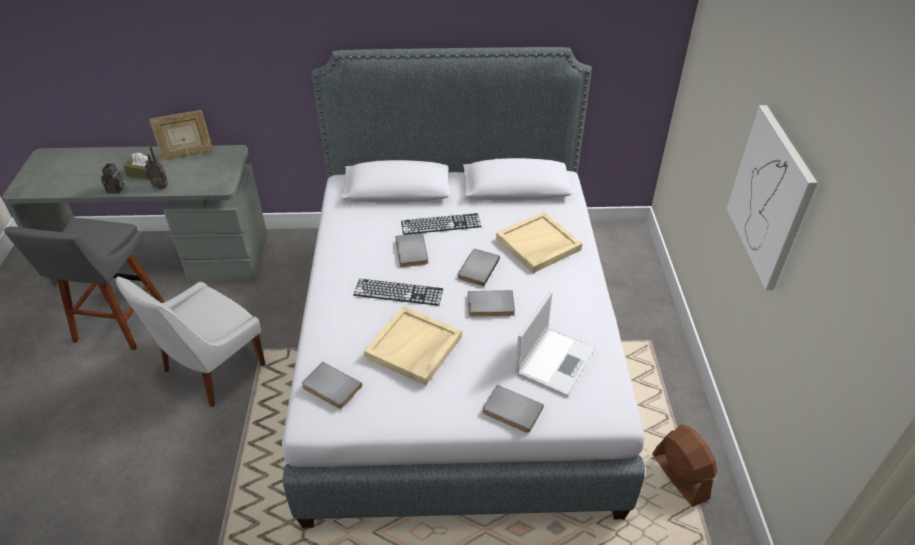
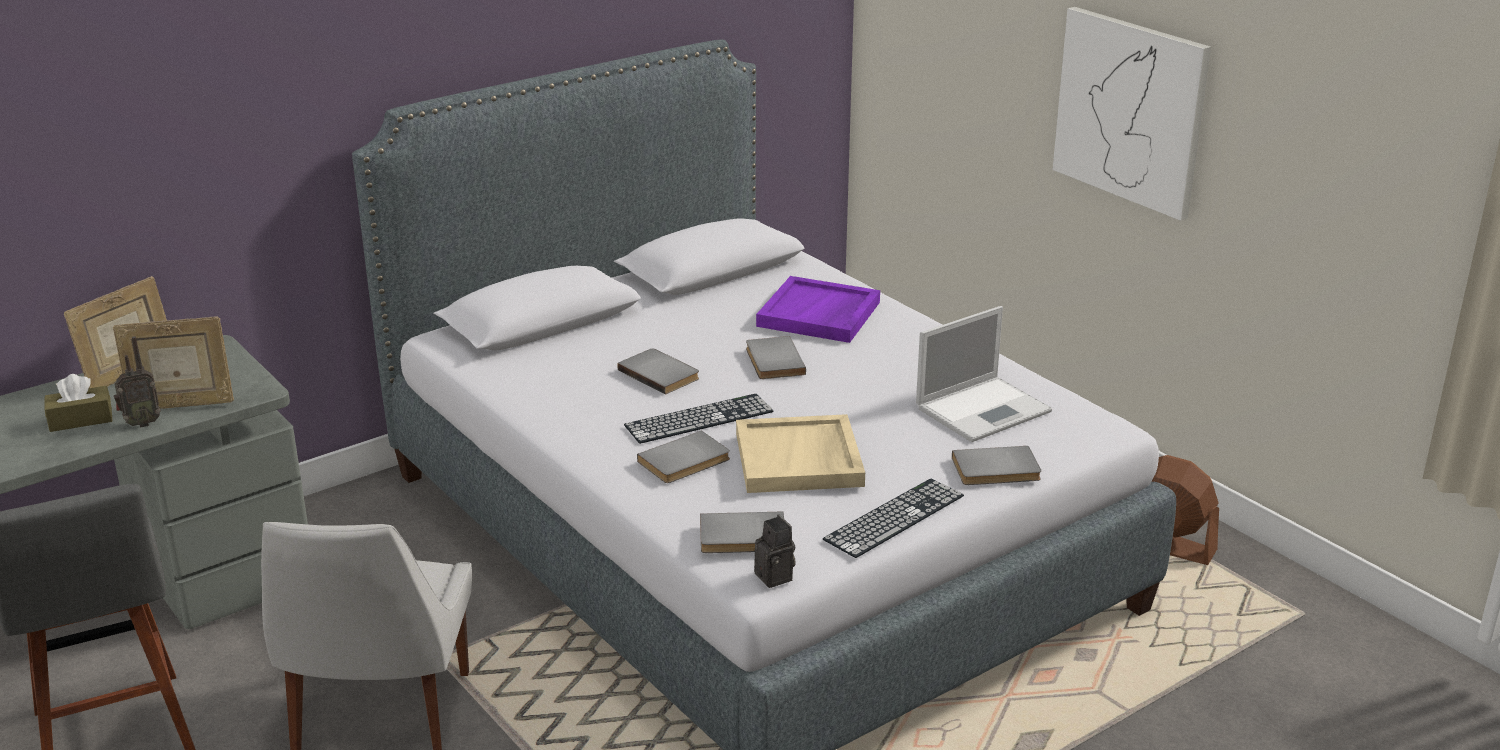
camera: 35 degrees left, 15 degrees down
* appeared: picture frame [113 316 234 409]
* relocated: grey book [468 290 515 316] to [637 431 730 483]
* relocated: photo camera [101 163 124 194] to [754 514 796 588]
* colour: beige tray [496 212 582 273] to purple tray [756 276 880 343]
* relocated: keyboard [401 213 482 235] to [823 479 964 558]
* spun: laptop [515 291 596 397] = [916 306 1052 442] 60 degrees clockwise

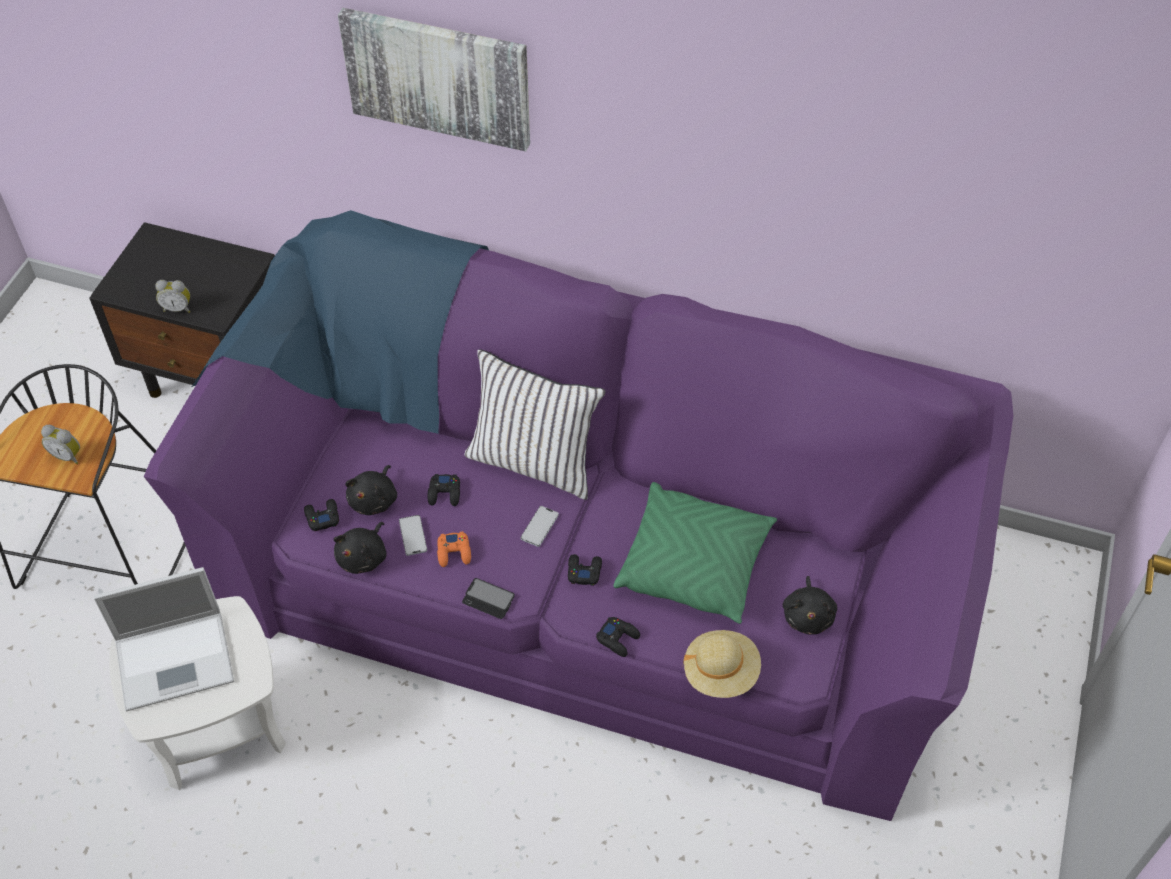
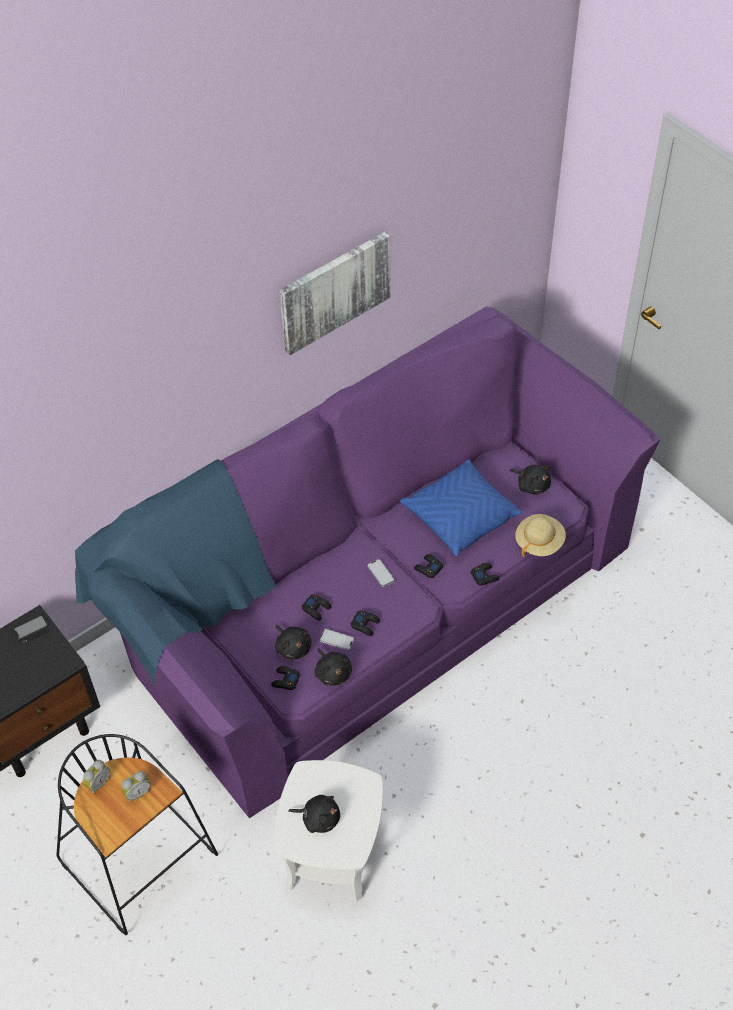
camera: 55 degrees left, 0 degrees up
* relocated: phone [462 578 515 619] to [13 615 50 645]
* relocated: alarm clock [155 280 190 313] to [83 760 110 794]
* relocated: picture [338 8 530 151] to [279 232 391 355]
* exchanged: laptop [94 567 234 711] to black plush toy [288 795 340 833]
* colour: orange game controller [437 532 471 567] to black game controller [351 611 380 636]
* colour: green pillow [614 482 777 624] to blue pillow [400 459 523 556]
* missing: white pillow [465 349 606 500]

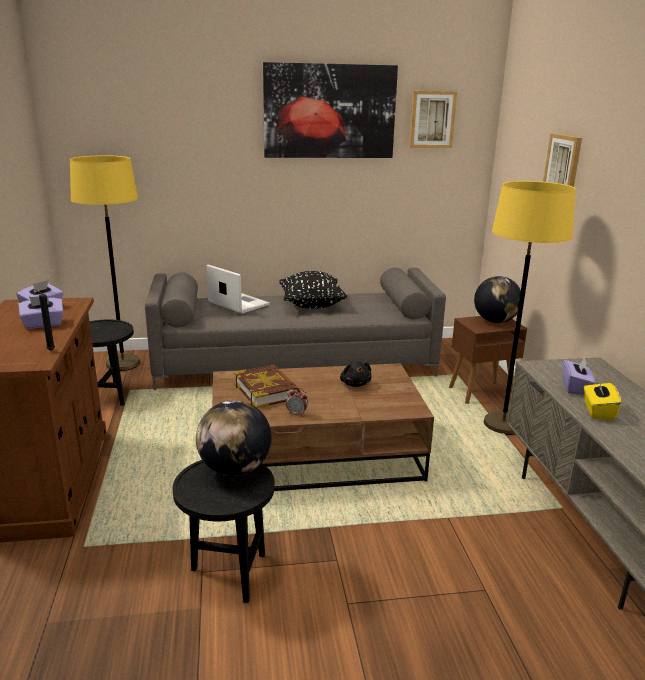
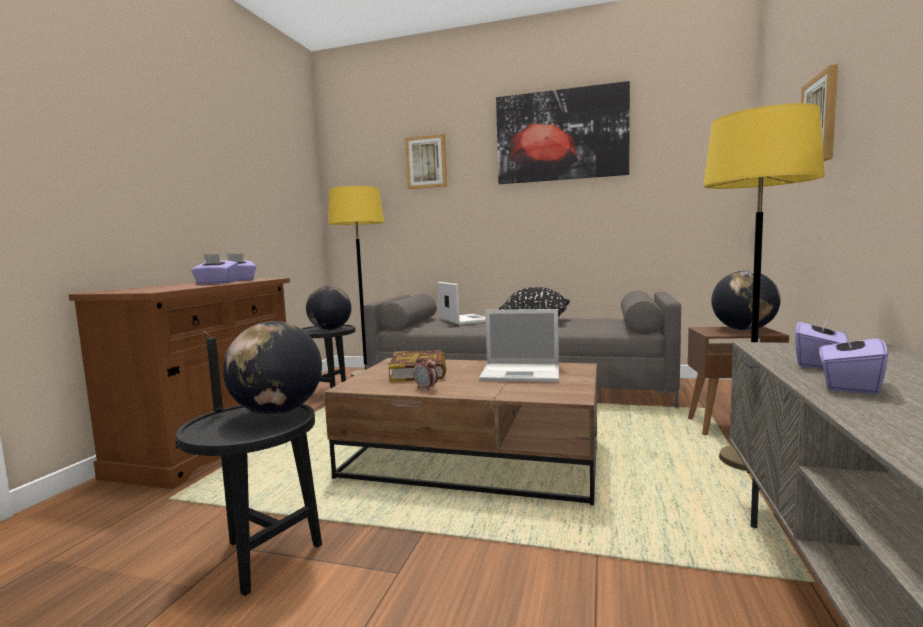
camera: 25 degrees right, 15 degrees down
* relocated: black candle [34 289 55 351] to [202 330 224 413]
* appeared: globe [306 286 351 330]
* relocated: picture [409 91 457 148] to [405 134 447 189]
* exchanged: black plush toy [340 361 372 387] to laptop [479 309 559 382]
* colour: yellow tissue box [584 380 621 420] to purple tissue box [819 322 888 395]

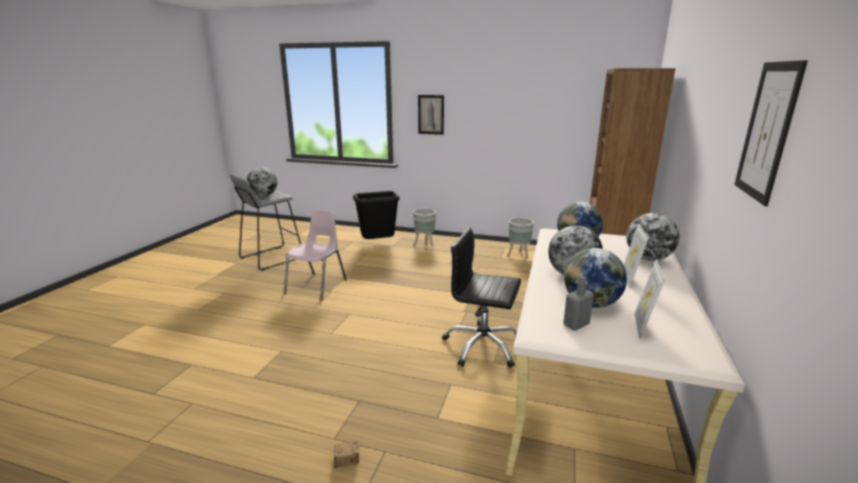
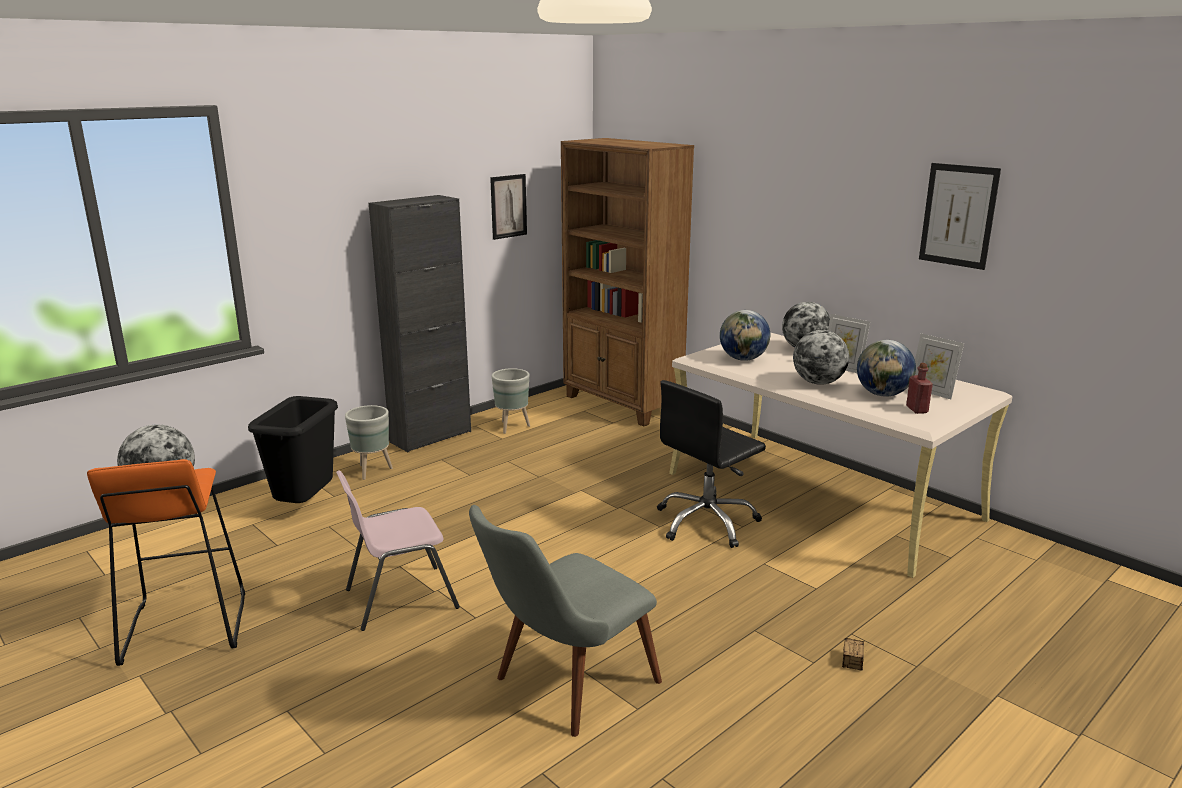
camera: 60 degrees left, 0 degrees up
* colour: grey stool [230 175 301 270] to orange stool [87 459 245 666]
* spun: pink chair [284 209 347 301] = [336 470 460 631] 75 degrees counterclockwise
* appeared: black cabinet [369 195 471 452]
* appeared: grey chair [469 505 662 737]
* relocated: picture [418 95 444 135] to [490 174 527 240]
* colour: grey bottle [563 276 594 331] to red bottle [906 363 933 414]

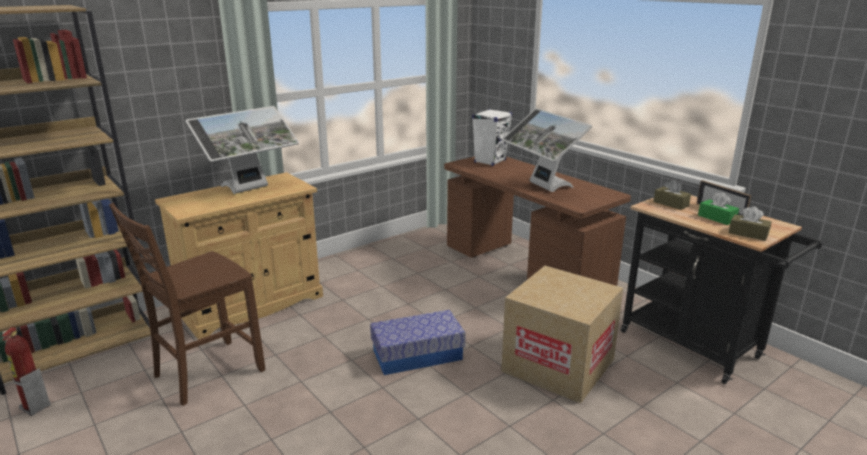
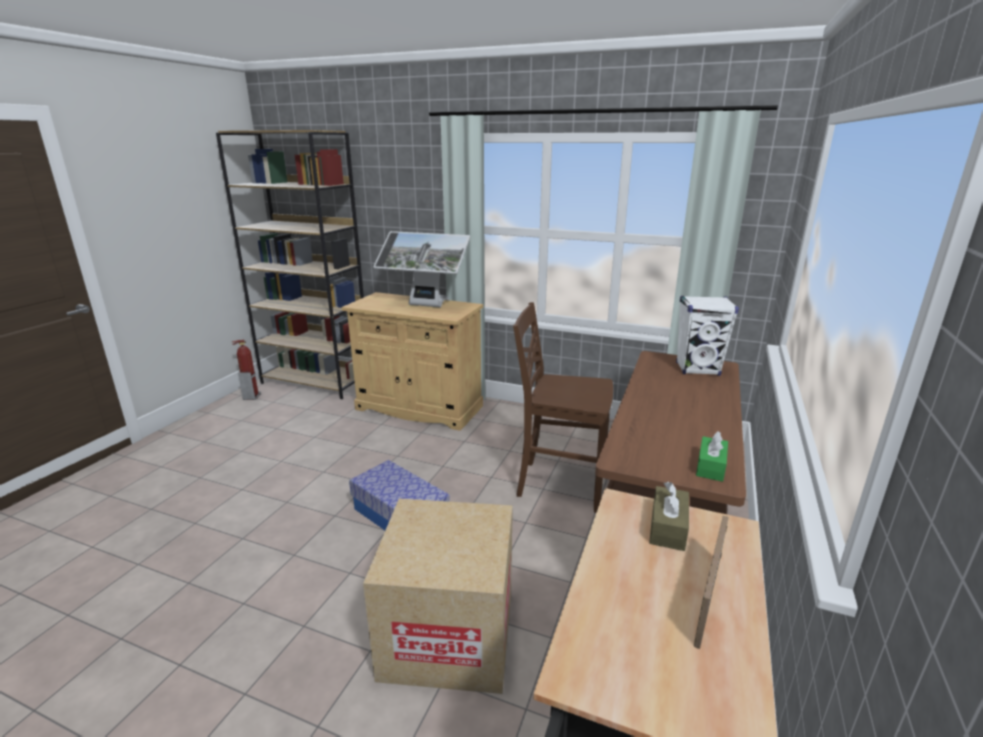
camera: 60 degrees right, 0 degrees up
* relocated: brown chair [109 203 265 406] to [513 302 613 513]
* relocated: green tissue box [698 192 739 225] to [696 431 728 482]
* missing: monitor [502 108 592 192]
* missing: brown tissue box [729 206 771 241]

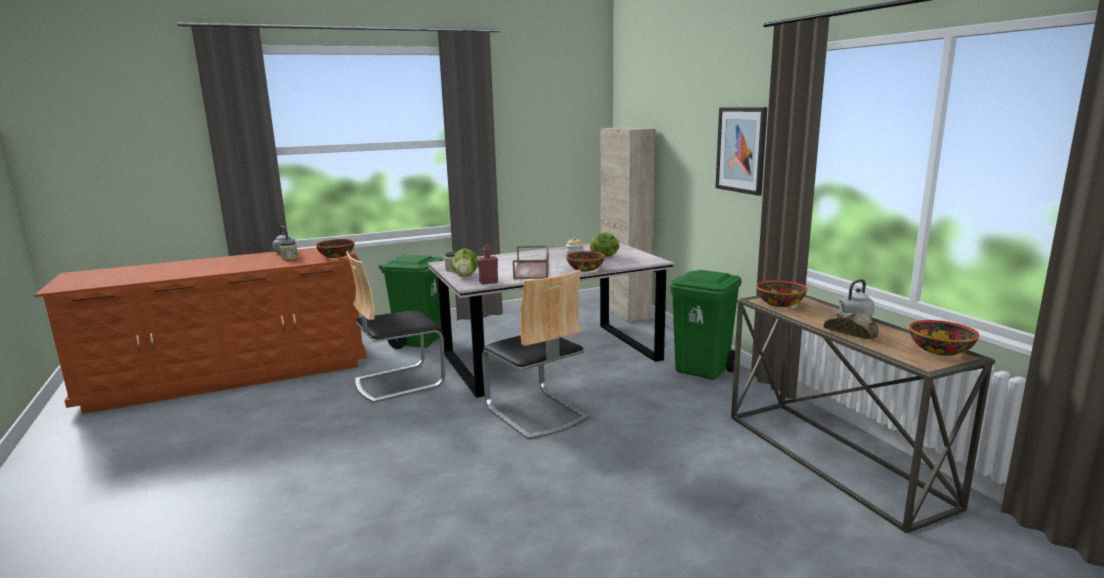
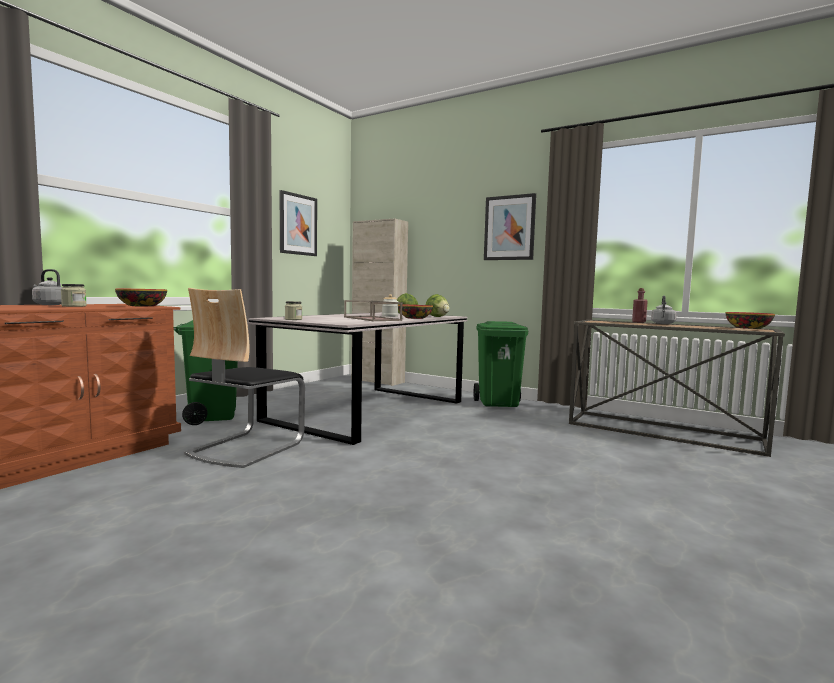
camera: 35 degrees left, 10 degrees down
* appeared: picture [280 190 317 256]
* relocated: lettuce [451 248 478 277] to [426 294 450 317]
* relocated: red bottle [477 245 498 284] to [632 288 648 323]
* missing: chair [482 269 589 440]
* missing: bowl [756 280 807 307]
* missing: bread [824 313 879 339]

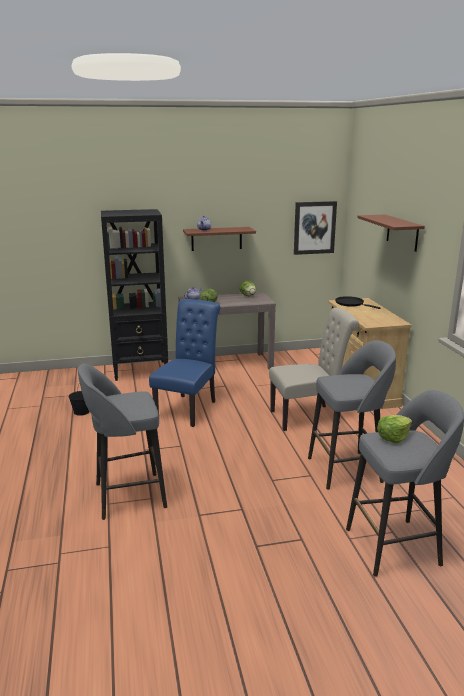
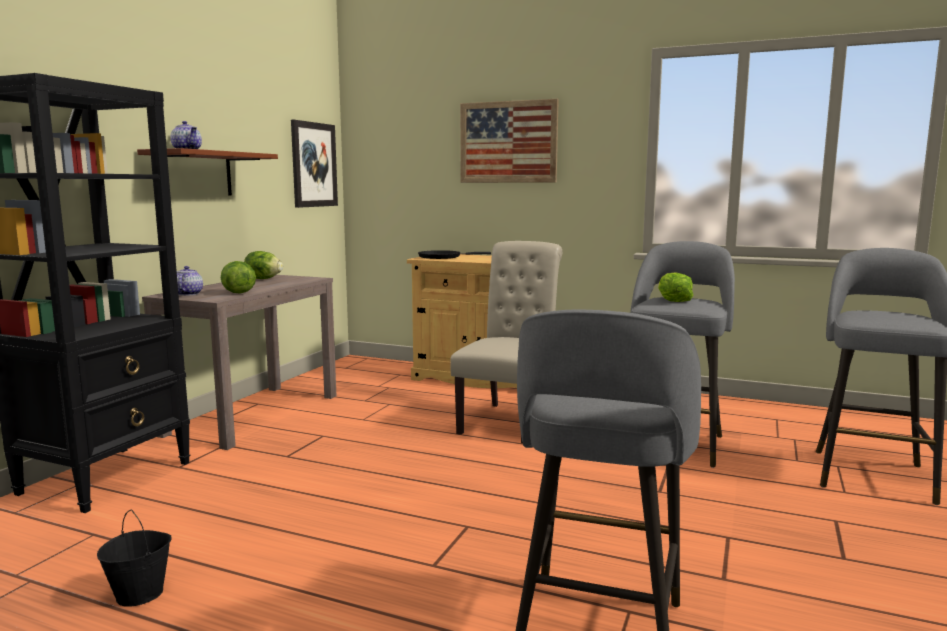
camera: 55 degrees left, 10 degrees down
* exchanged: brown shelf [357 215 425 252] to picture [460 99 559 183]
* relocated: lettuce [377 415 412 443] to [658 272 693 302]
* missing: blue chair [149 299 220 427]

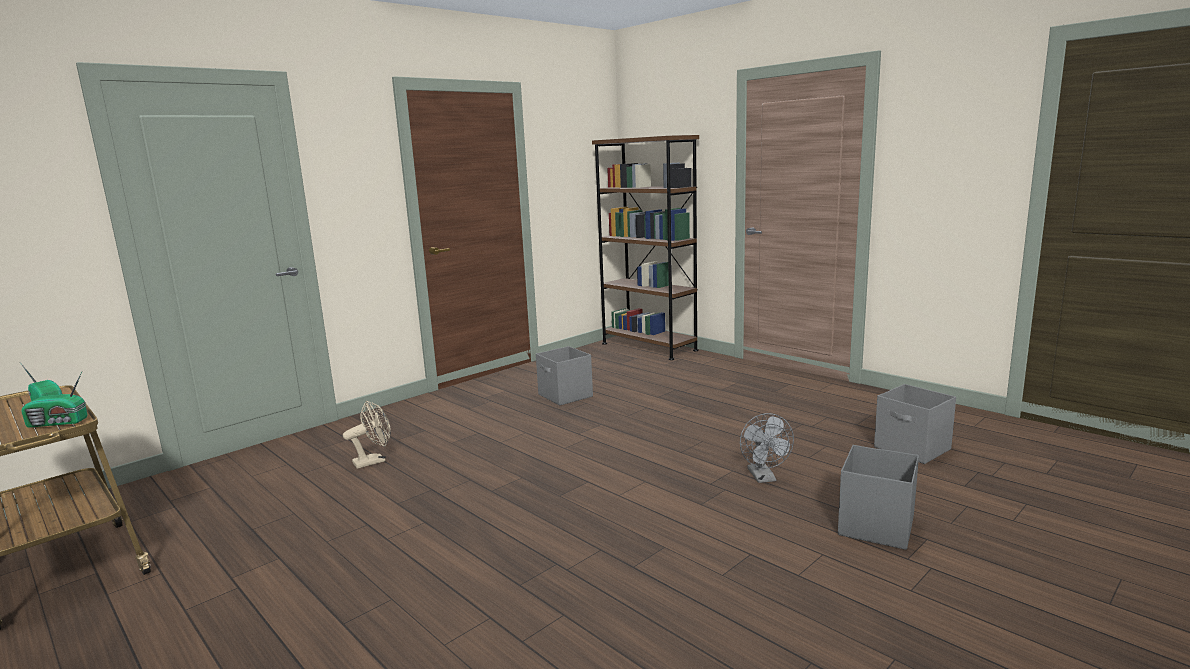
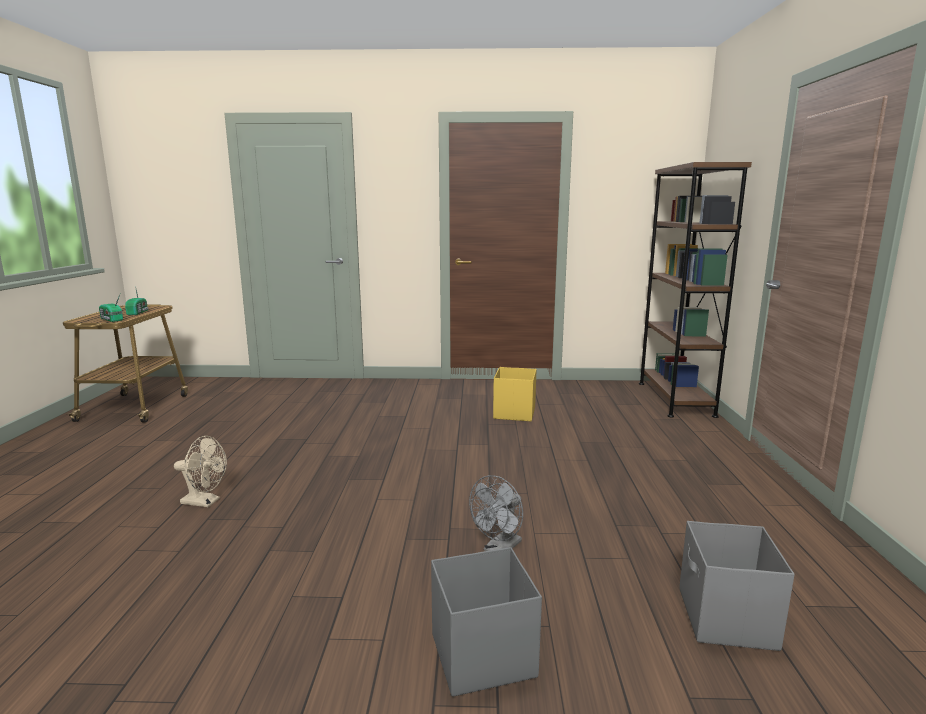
camera: 45 degrees right, 0 degrees up
* relocated: beige fan [343 401 391 469] to [174 436 227 507]
* colour: grey storage box [536 346 593 406] to yellow storage box [493 367 537 421]

